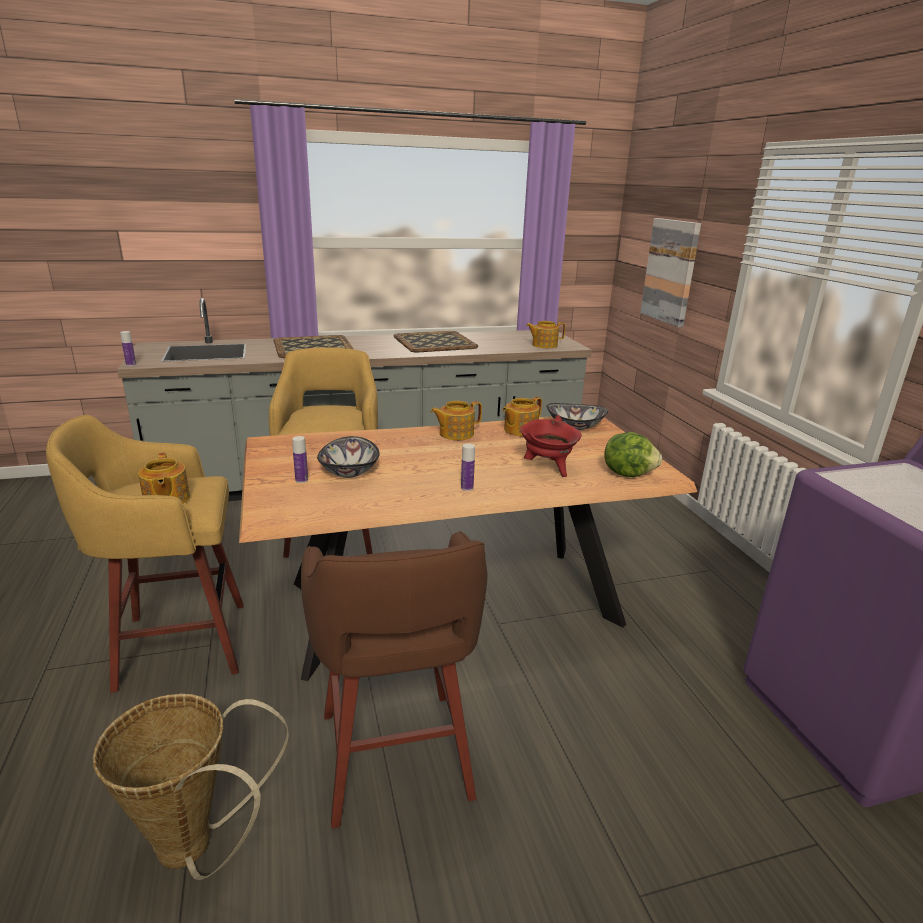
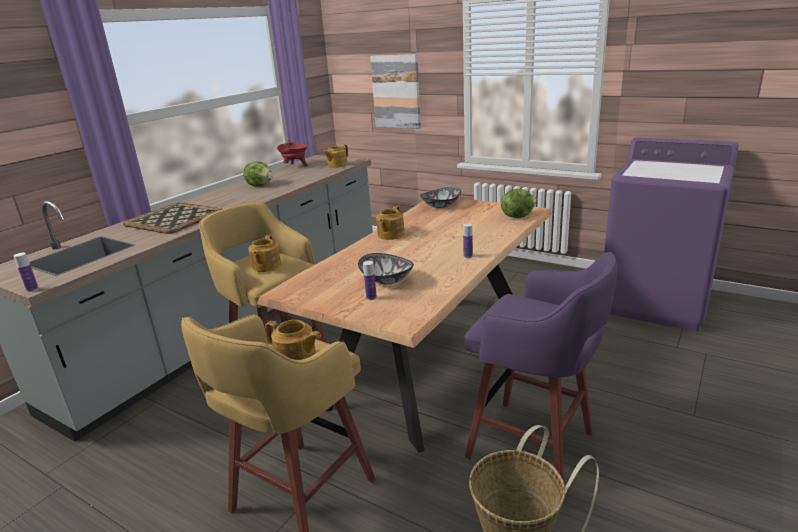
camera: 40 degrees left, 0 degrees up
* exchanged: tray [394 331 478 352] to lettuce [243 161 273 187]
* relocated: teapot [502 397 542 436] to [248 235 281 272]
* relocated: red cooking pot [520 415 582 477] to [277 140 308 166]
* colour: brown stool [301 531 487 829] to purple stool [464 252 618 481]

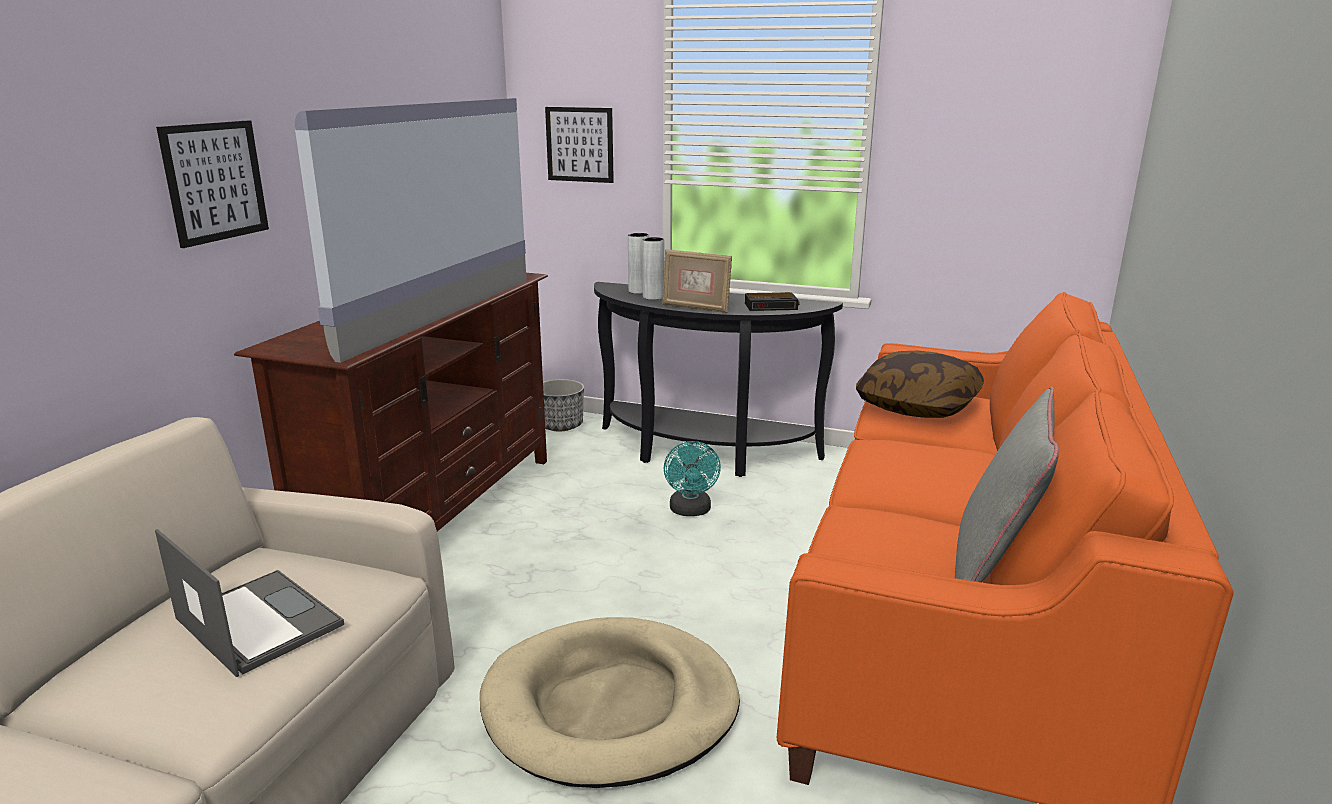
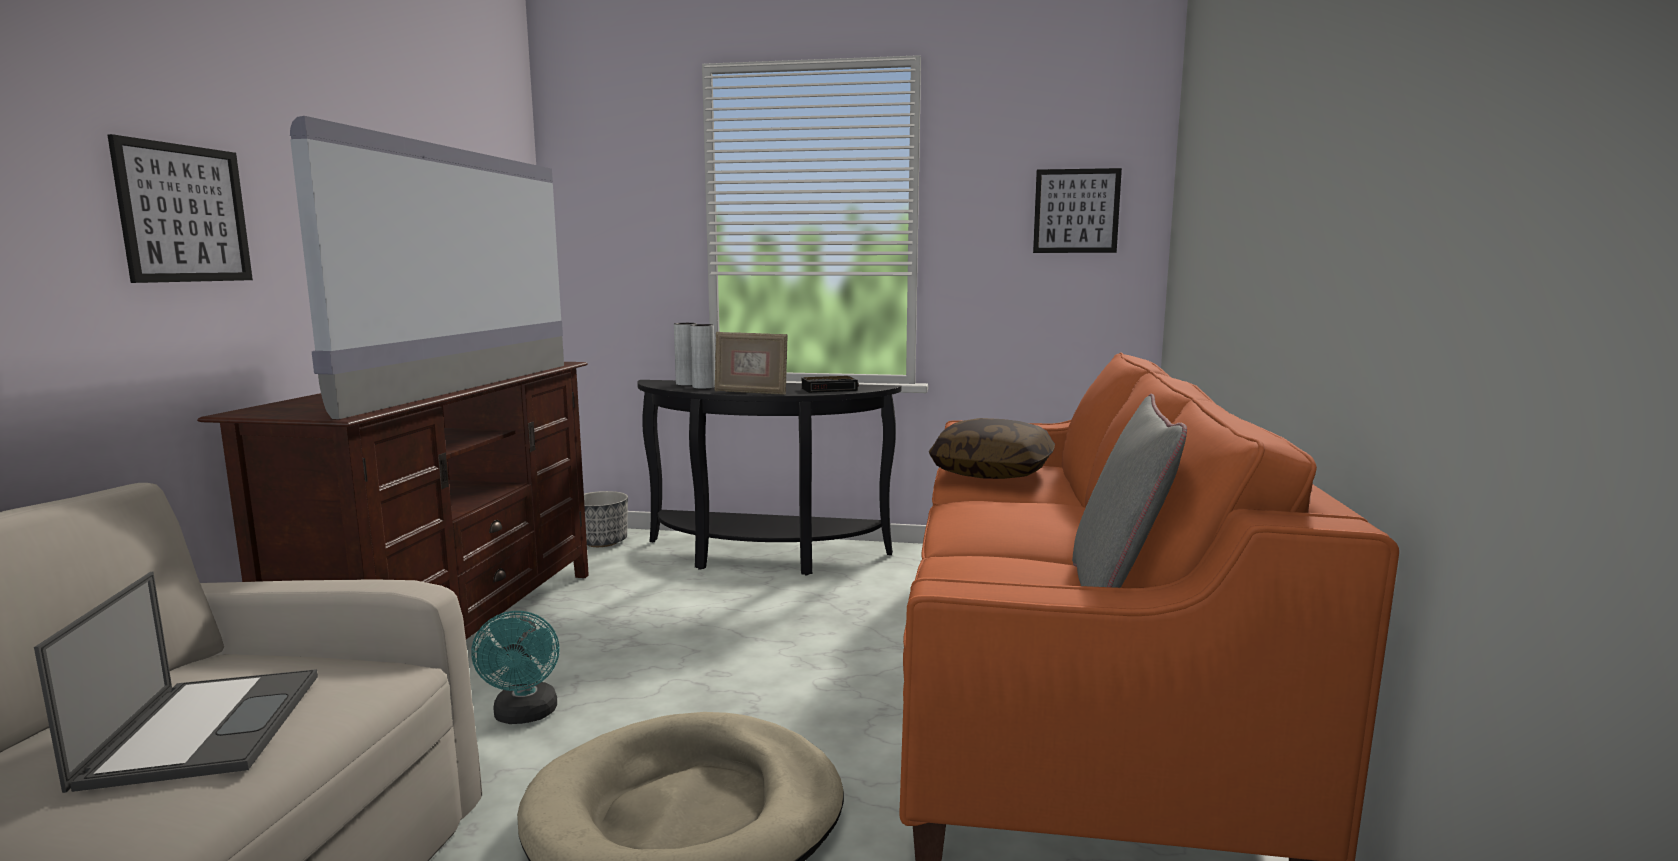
camera: 10 degrees left, 10 degrees down
* spun: laptop [155 529 344 677] = [34 572 318 793] 45 degrees clockwise
* relocated: turquoise fan [664 441 721 516] to [471 611 560 724]
* relocated: picture [545 107 614 183] to [1033 168 1122 253]

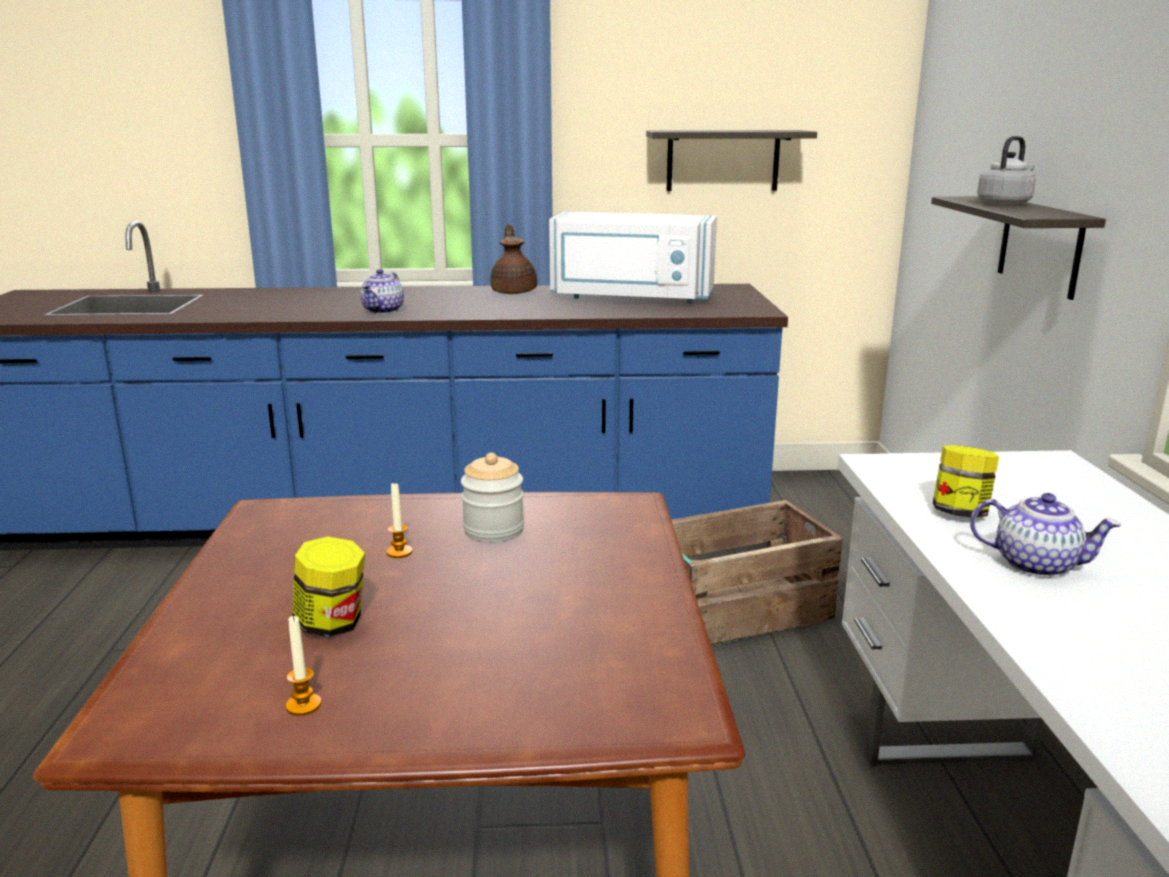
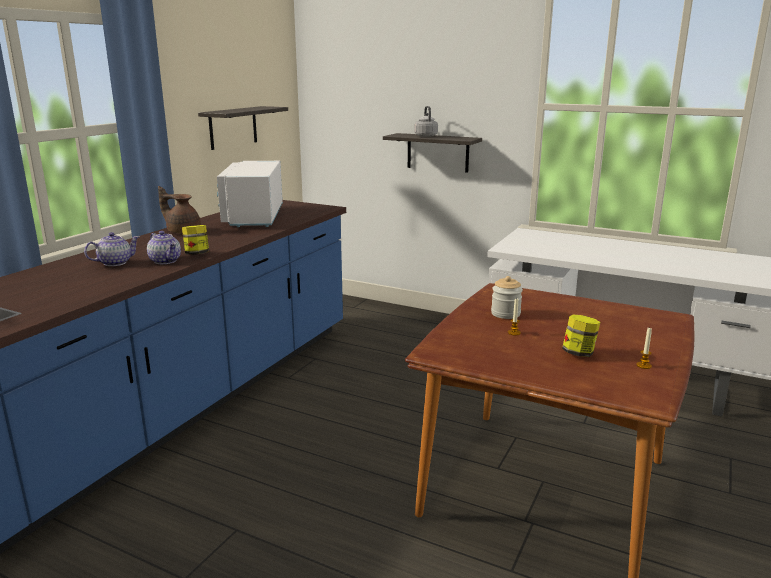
camera: 60 degrees left, 0 degrees up
* relocated: teapot [970 493 1121 577] to [84 232 139 266]
* relocated: jar [933 445 999 518] to [182 225 209 255]
* spun: white microwave [549 212 717 304] = [217 161 283 227] 135 degrees clockwise
* missing: crate [672 500 843 646]

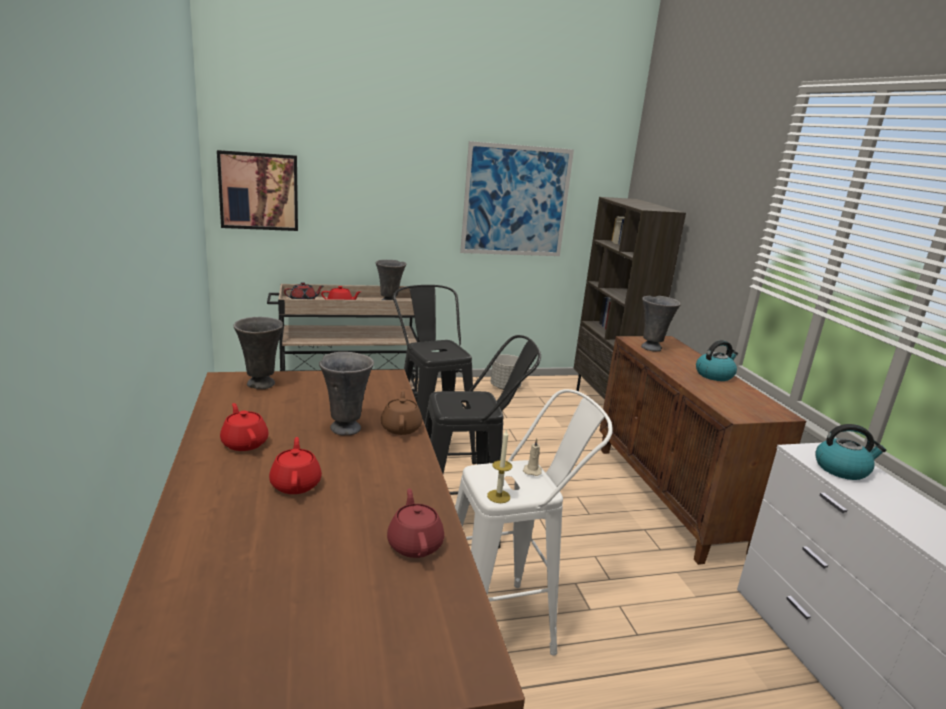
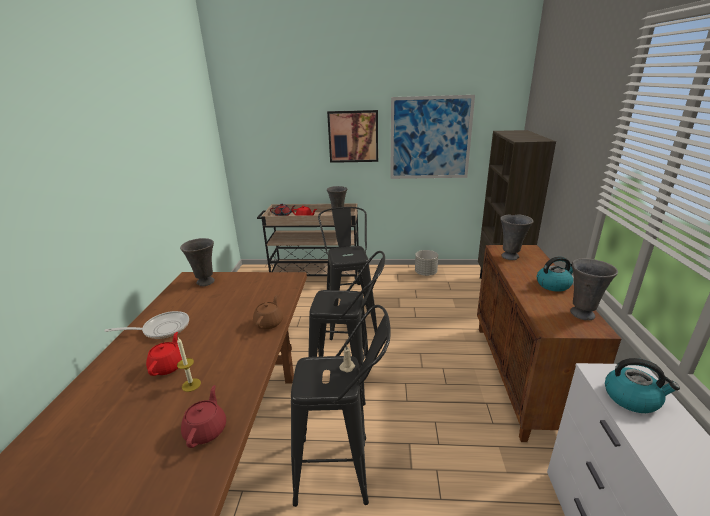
camera: 20 degrees right, 5 degrees up
* exchanged: red teapot [220 403 269 451] to frying pan [104 311 189 339]
* relocated: candle [487 429 512 503] to [177 338 201 392]
* colour: white stool [455 389 613 656] to black stool [291 305 391 507]
* relocated: picture [217 150 298 231] to [327 110 378 163]
* relocated: grey vase [319 352 374 436] to [570 258 618 320]

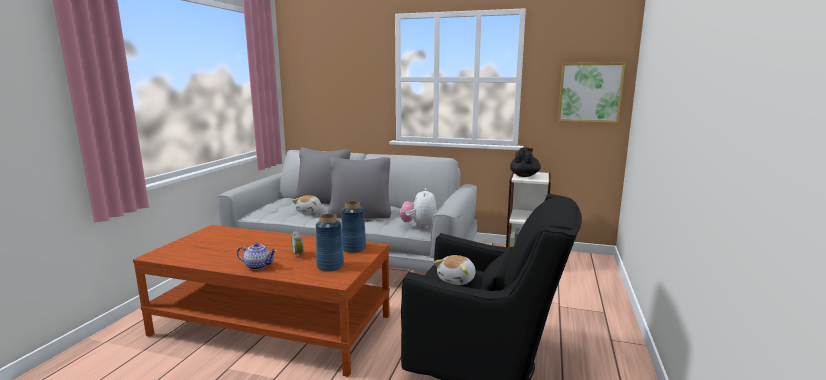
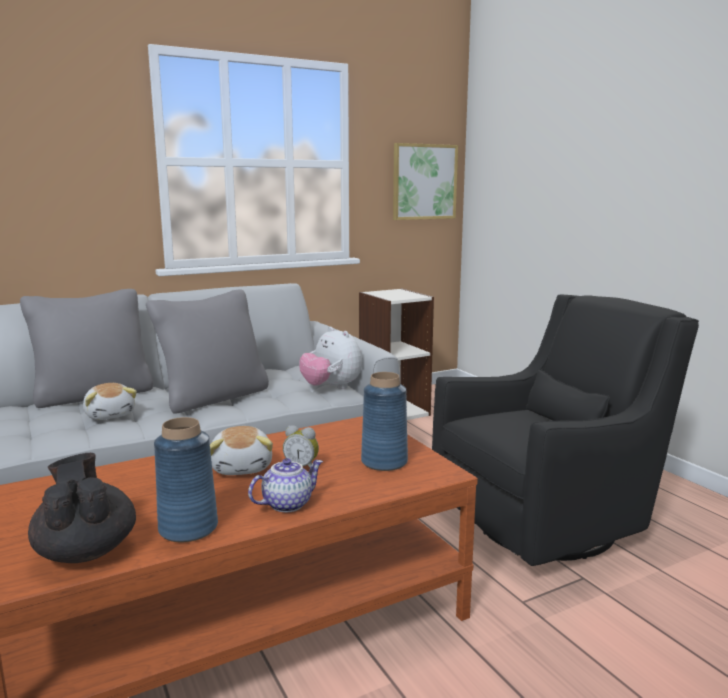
camera: 45 degrees left, 0 degrees up
* relocated: black teapot [510 148 541 177] to [28 453 136 563]
* relocated: blue vase [341 201 366 253] to [154 417 218 542]
* relocated: plush toy [433 255 476 285] to [210 426 273 475]

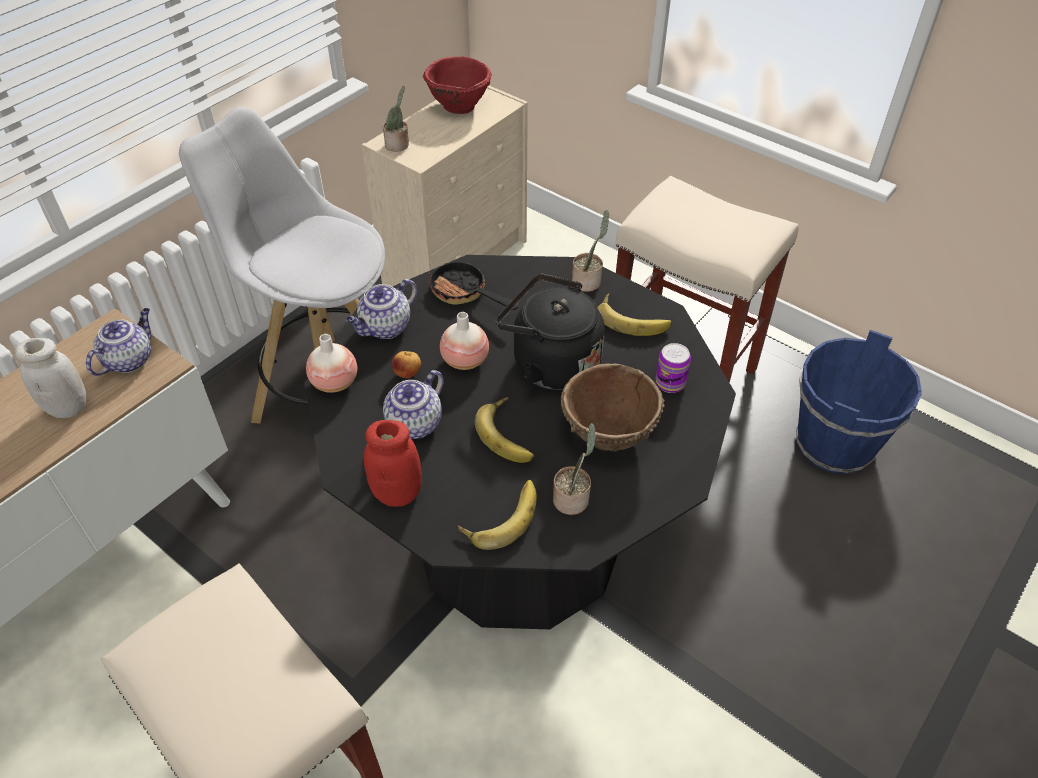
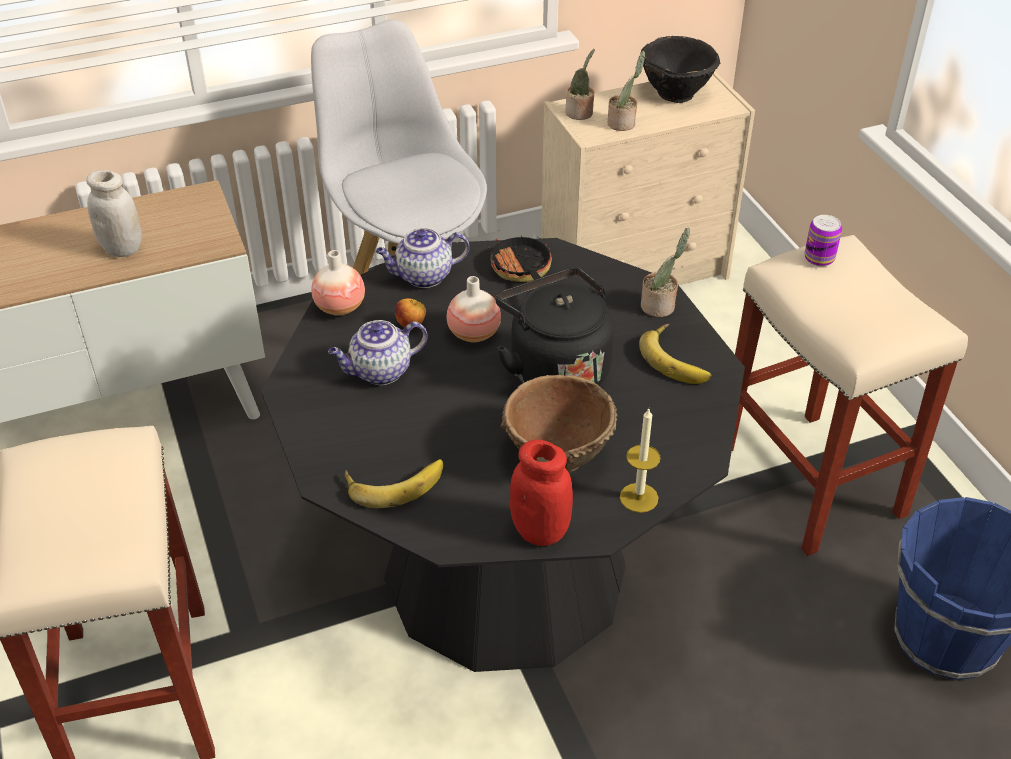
camera: 30 degrees right, 5 degrees down
* relocated: red jar [364 420 422 507] to [510 440 573 546]
* relocated: potted plant [553 423 596 515] to [608 51 645 131]
* appeared: candle [620 409 661 513]
* colour: red bowl [423 56 492 114] to black bowl [640 36 720 103]
* relocated: can [656 343 691 393] to [805 215 842 267]
* missing: teapot [86 308 151 376]
* missing: banana [475 397 534 463]

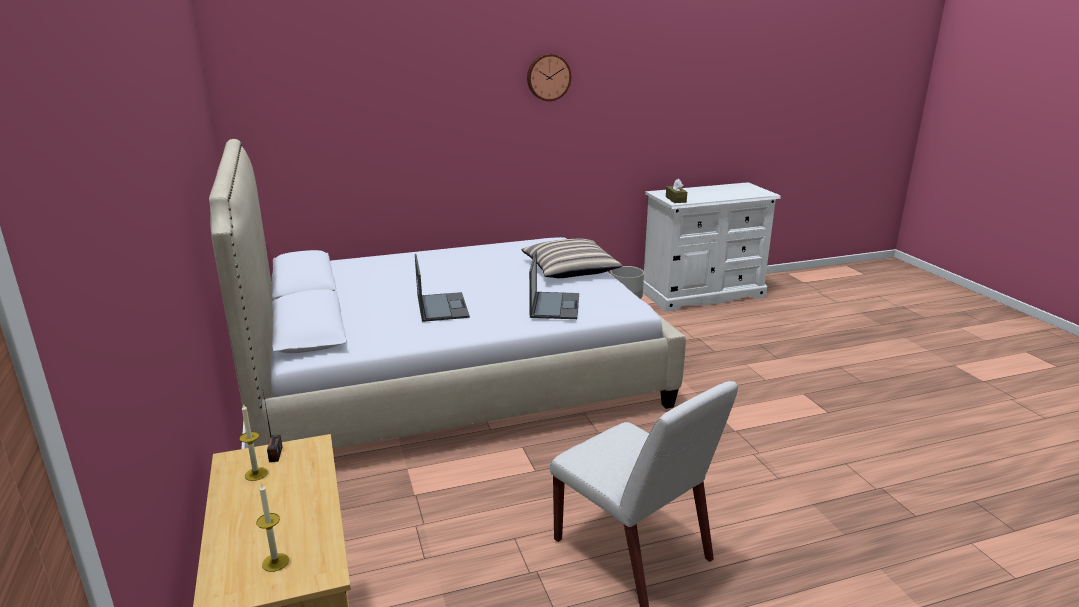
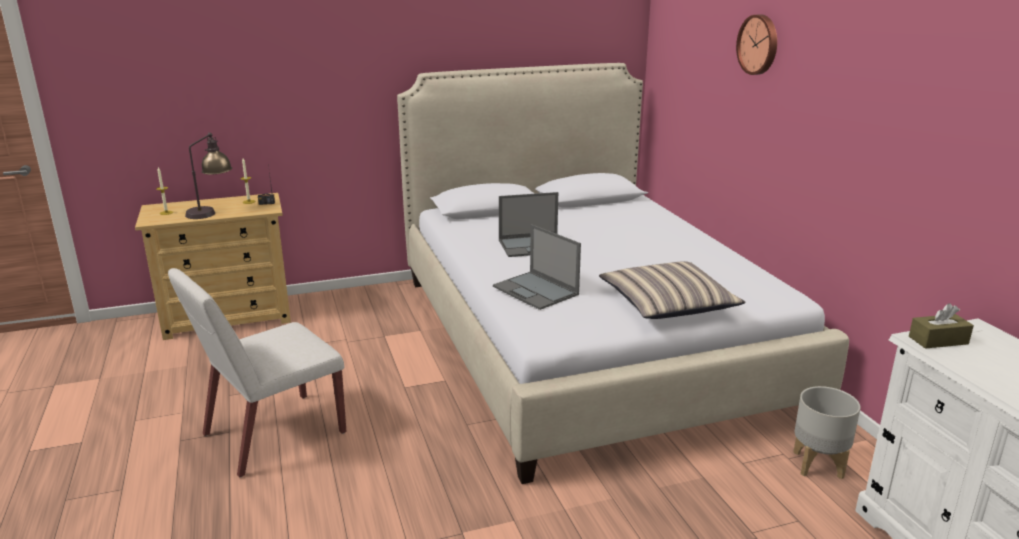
camera: 90 degrees right, 0 degrees up
* appeared: table lamp [185 132 232 219]
* spun: laptop [529 250 579 319] = [493 224 581 310] 45 degrees clockwise
* relocated: wall clock [527 54 571 101] to [736 14 777 75]

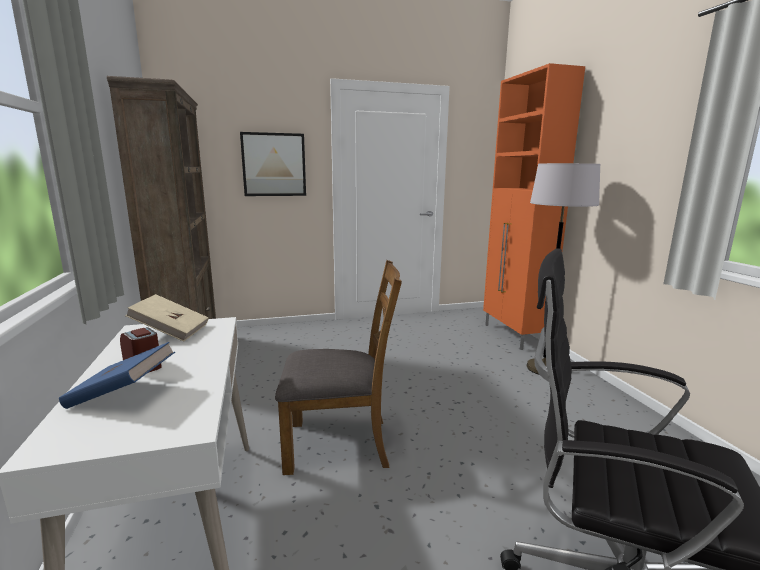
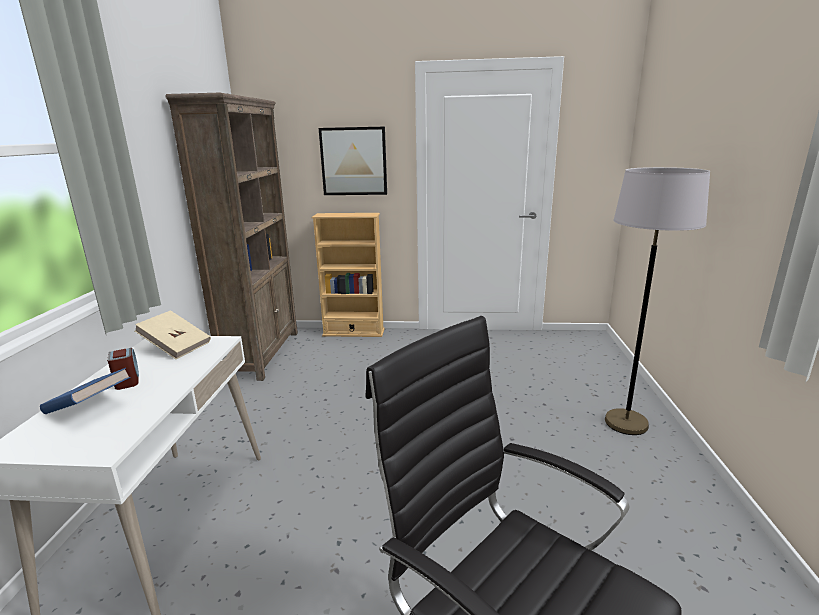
camera: 20 degrees right, 5 degrees up
* appeared: beige bookcase [312 213 385 337]
* missing: brown chair [275 260 402 475]
* missing: orange cabinet [483 63 585 350]

